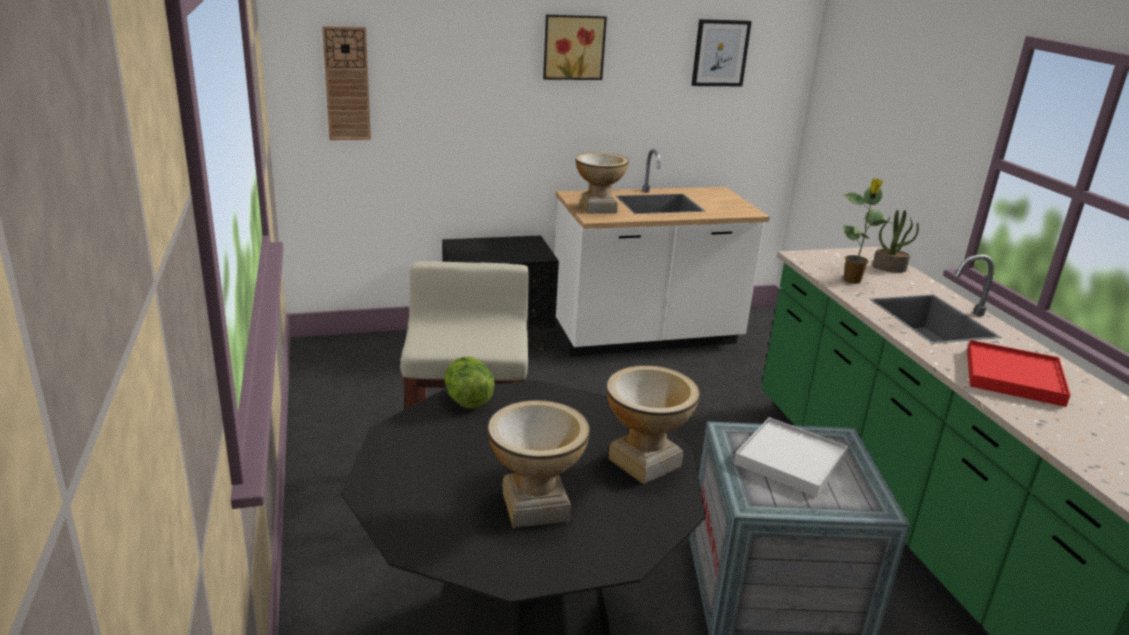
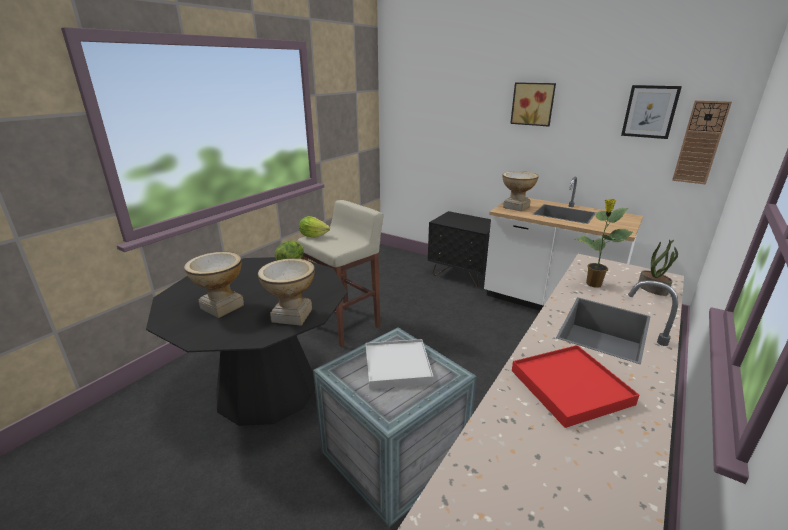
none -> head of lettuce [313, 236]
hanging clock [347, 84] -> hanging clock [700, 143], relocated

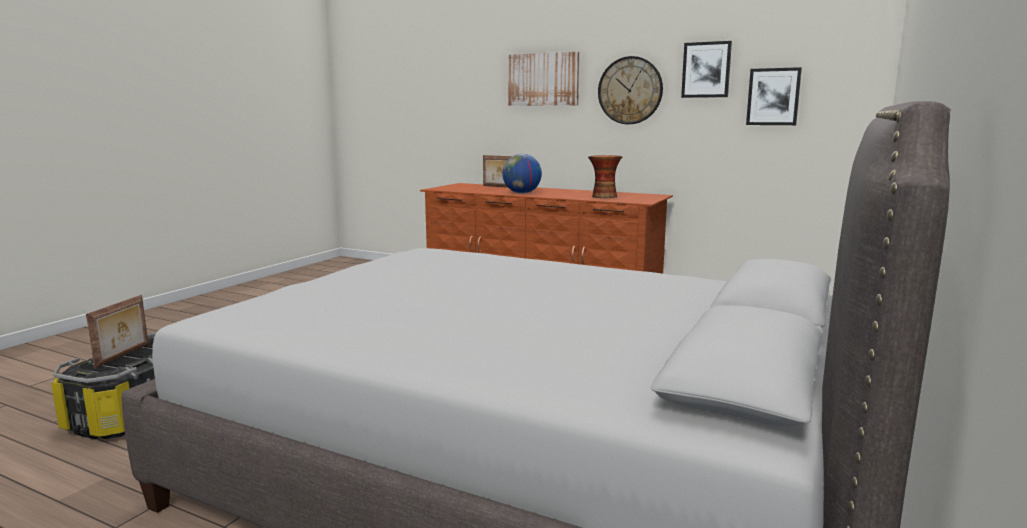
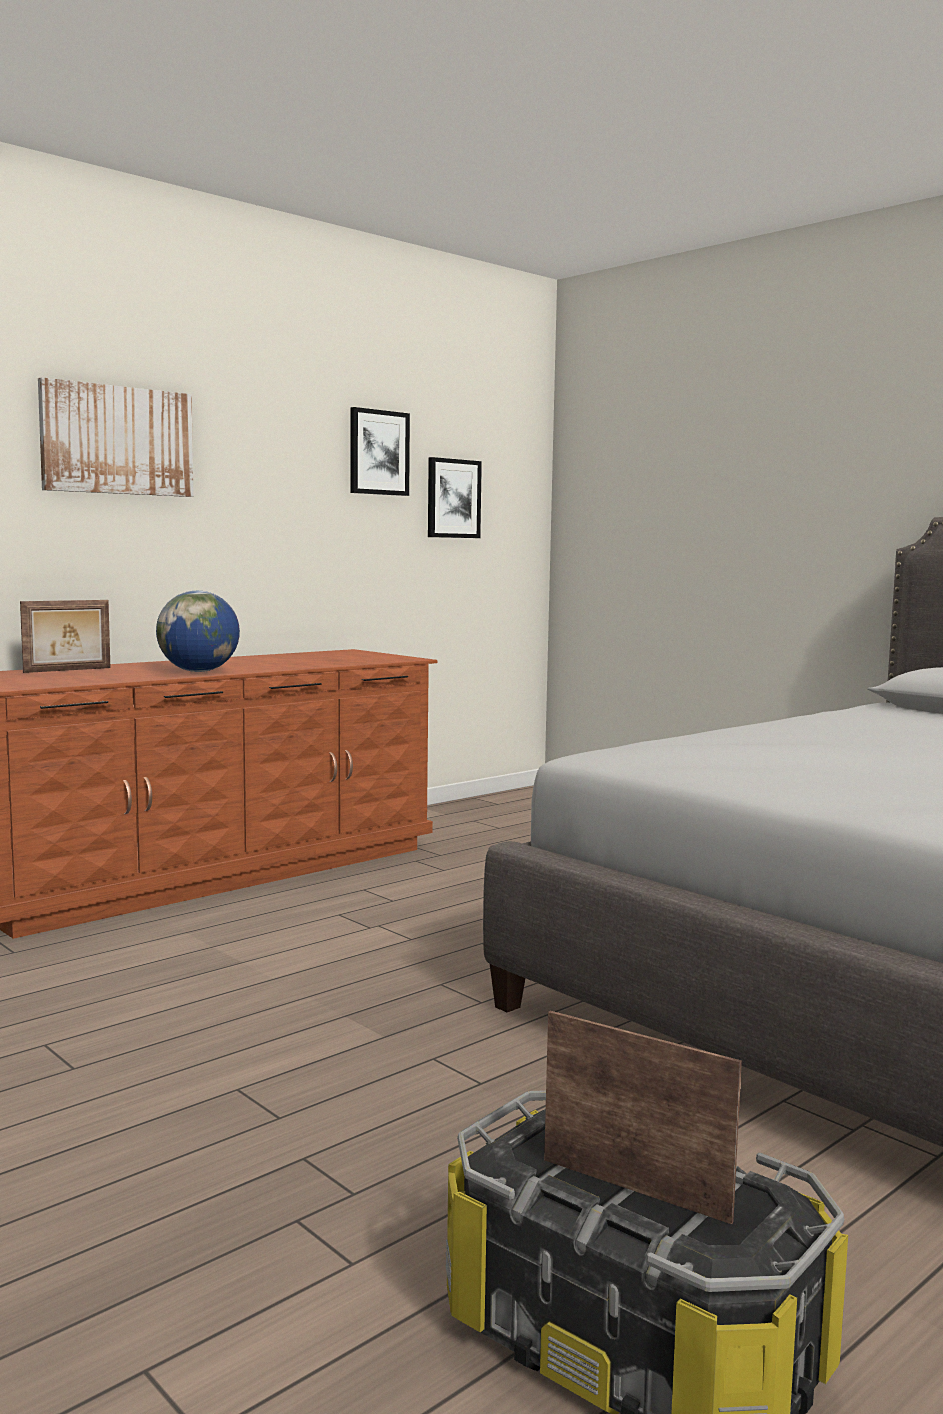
vase [603, 196] -> none
hanging clock [630, 90] -> none

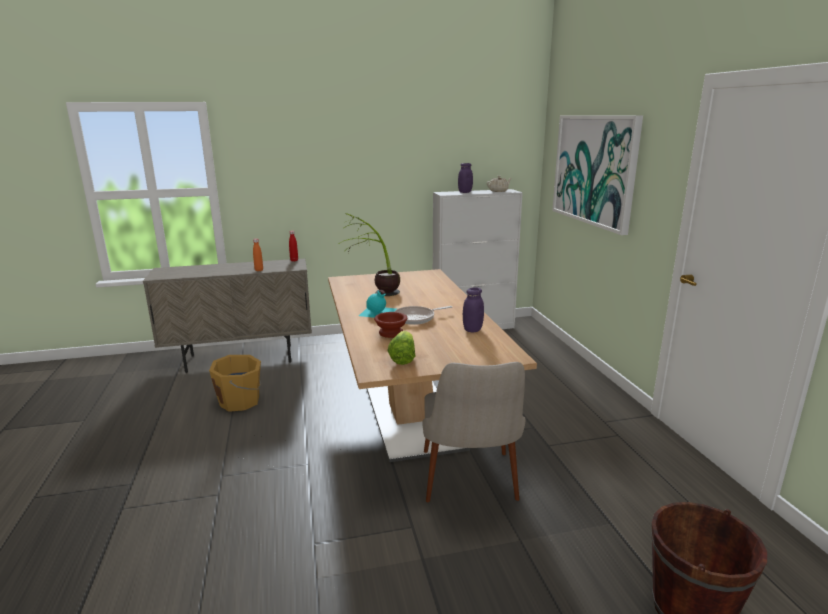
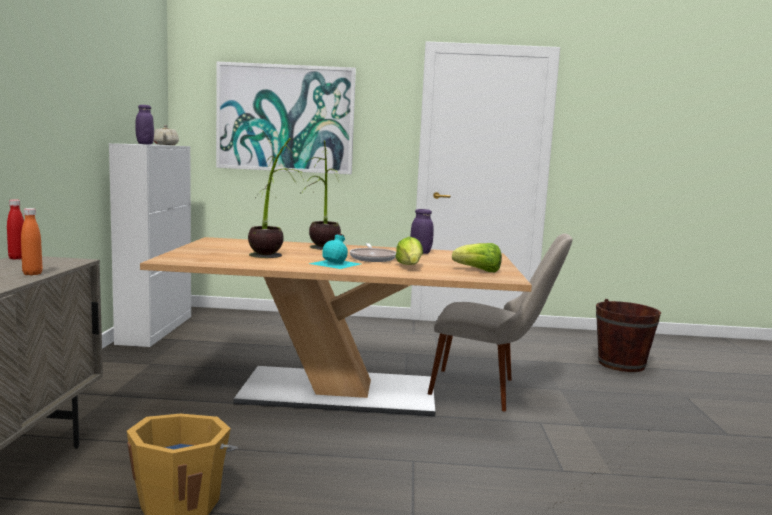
none -> potted plant [322, 250]
brown-coloured deep dish [392, 333] -> head of lettuce [409, 267]

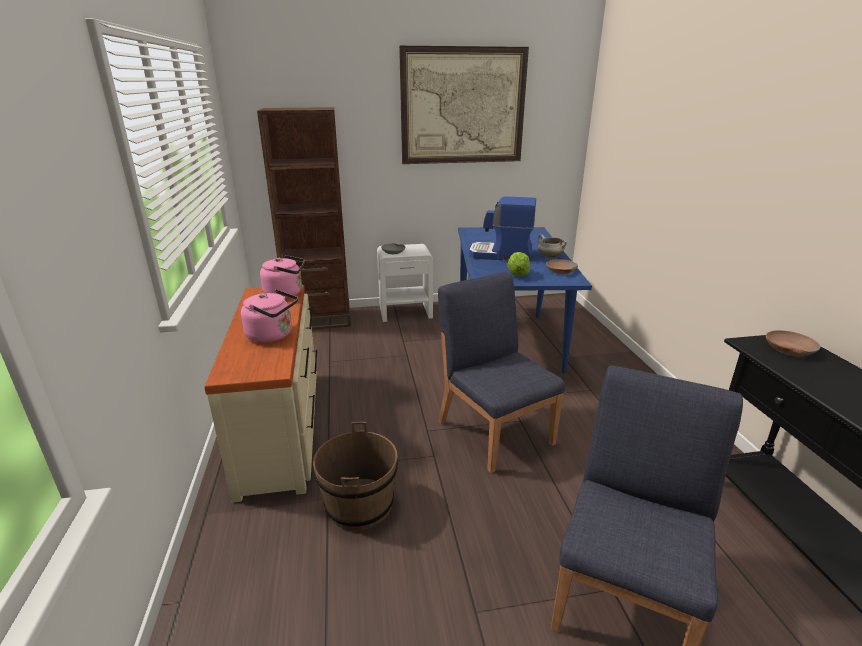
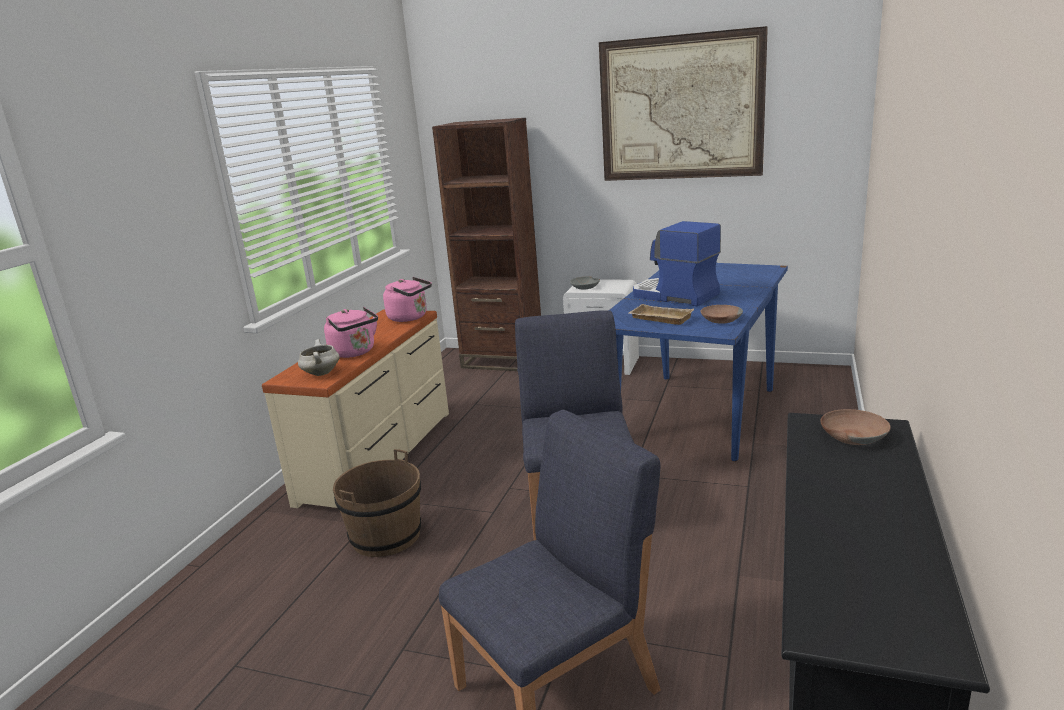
whitish stockpot [549, 257] -> whitish stockpot [320, 373], relocated
head of lettuce [517, 274] -> beige carrying tray [659, 319]

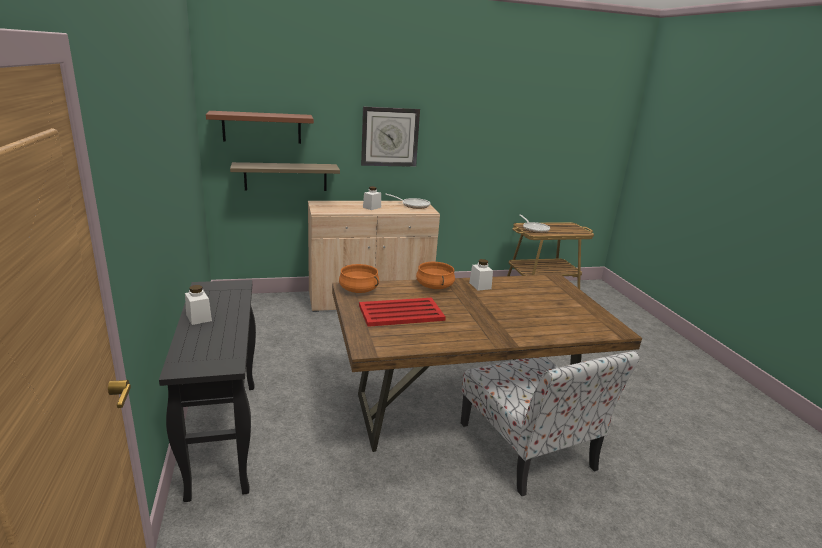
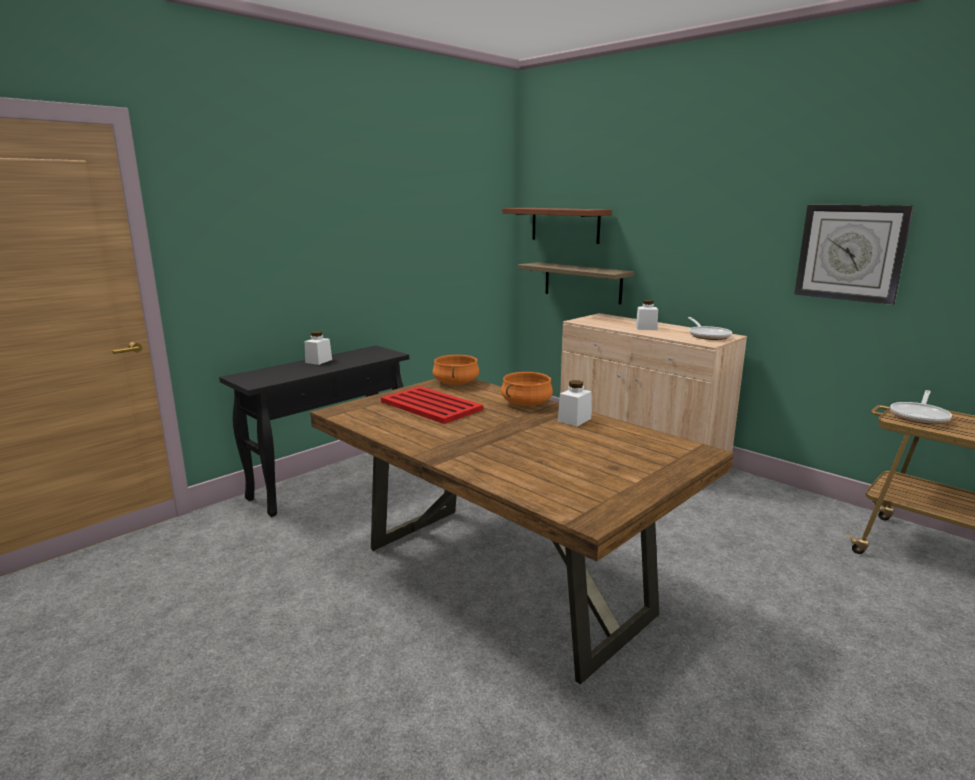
hanging clock [390, 137] -> hanging clock [850, 252], relocated
upright chair [528, 448] -> none

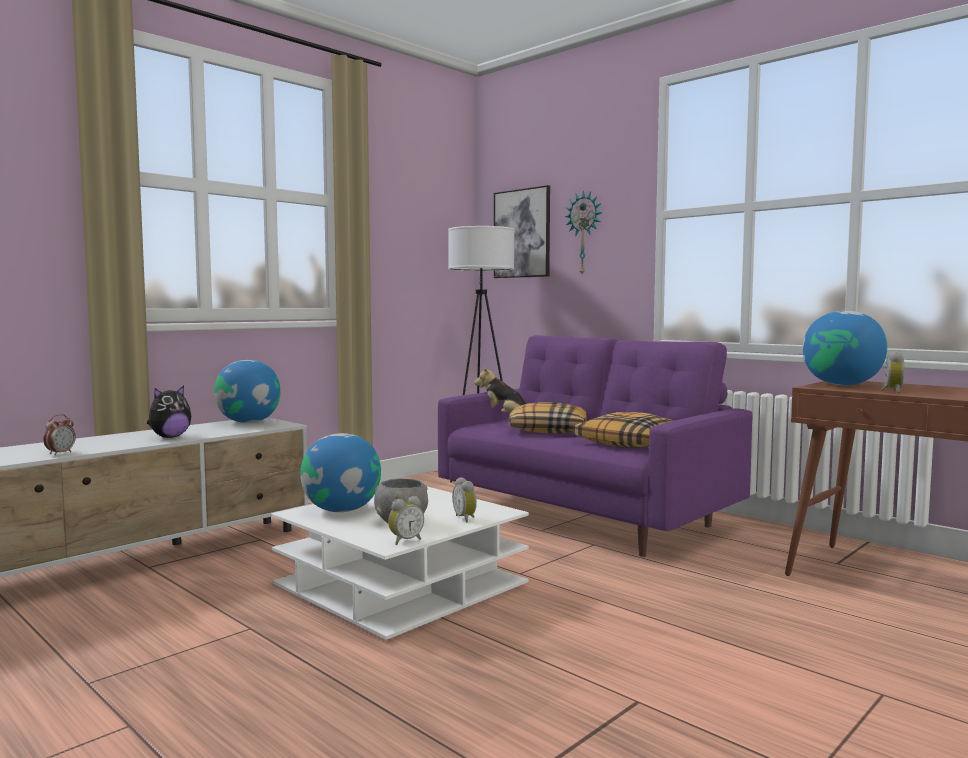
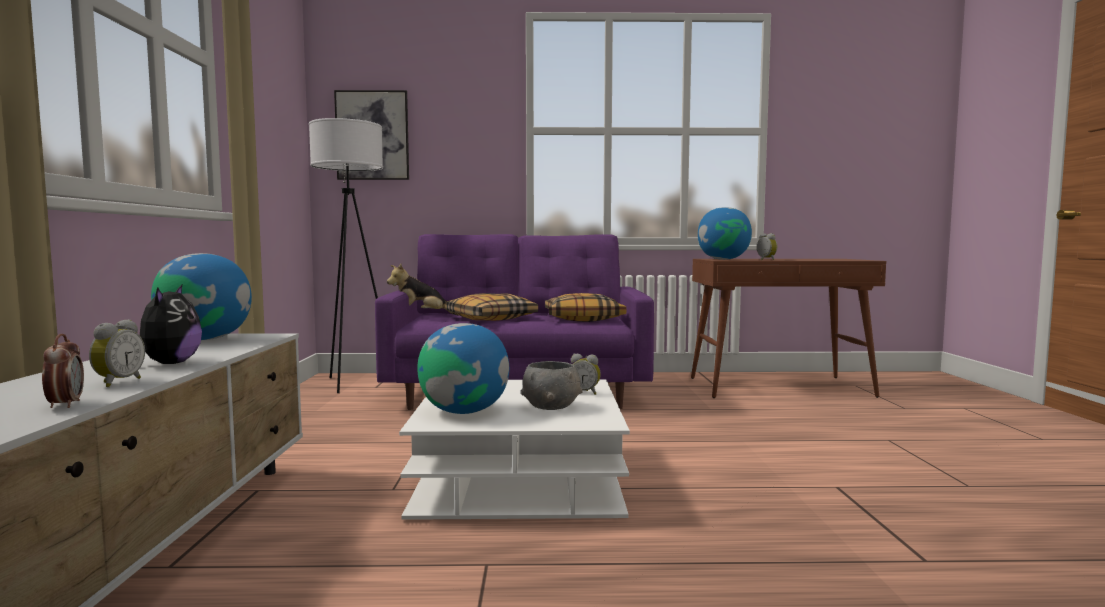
table clock [405, 541] -> table clock [117, 382], relocated
hanging clock [584, 233] -> none

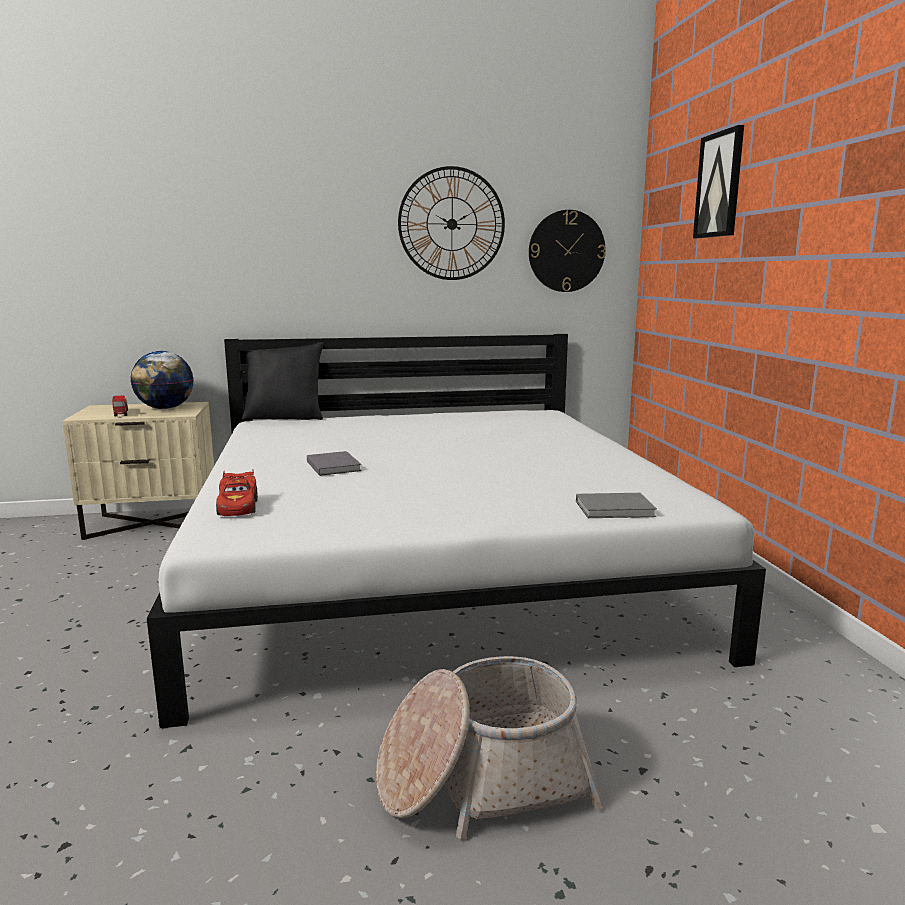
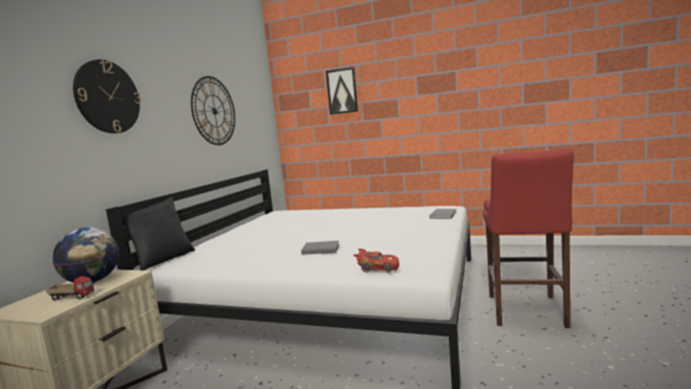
hanging clock [566, 251] -> hanging clock [107, 97], relocated
basket [481, 778] -> red stool [526, 312]

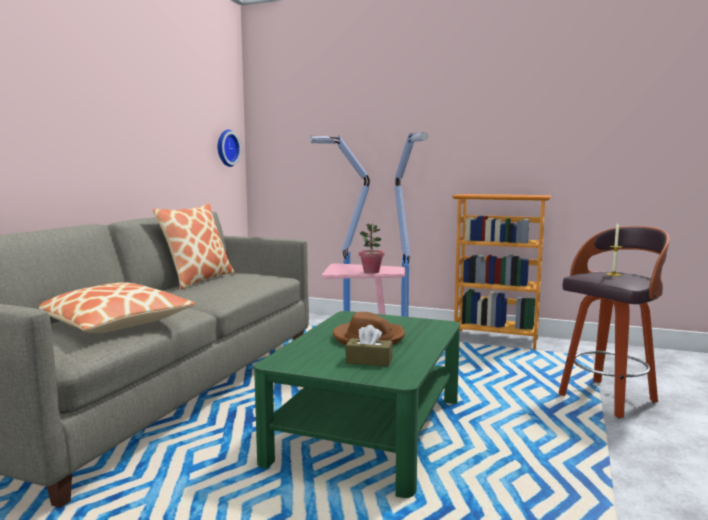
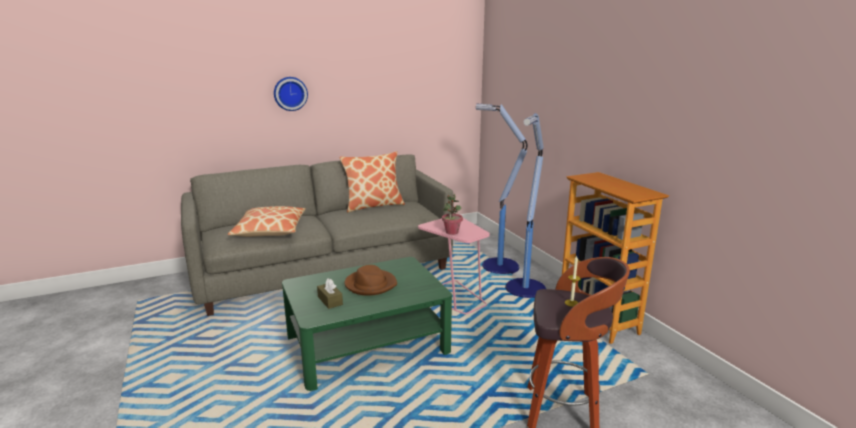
hanging clock [226, 148] -> hanging clock [290, 93], relocated

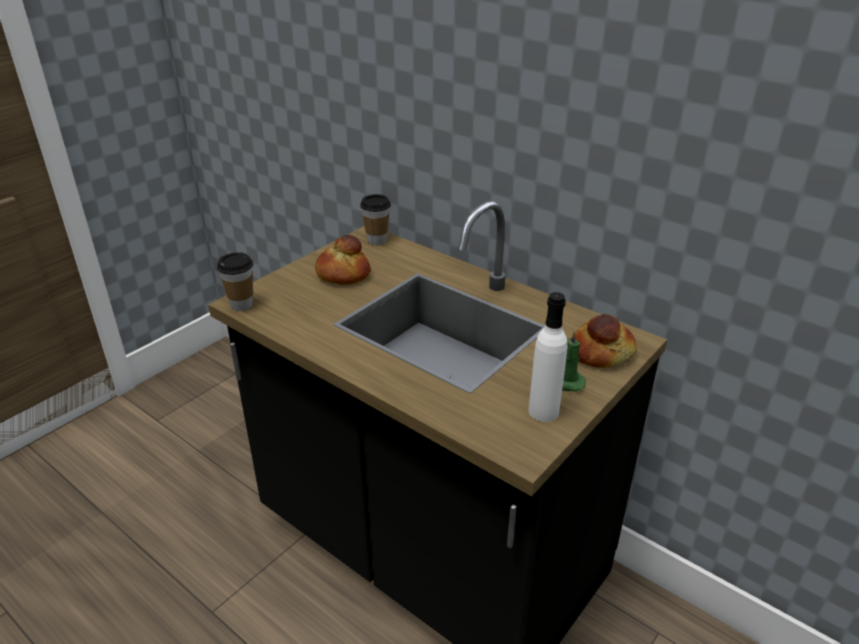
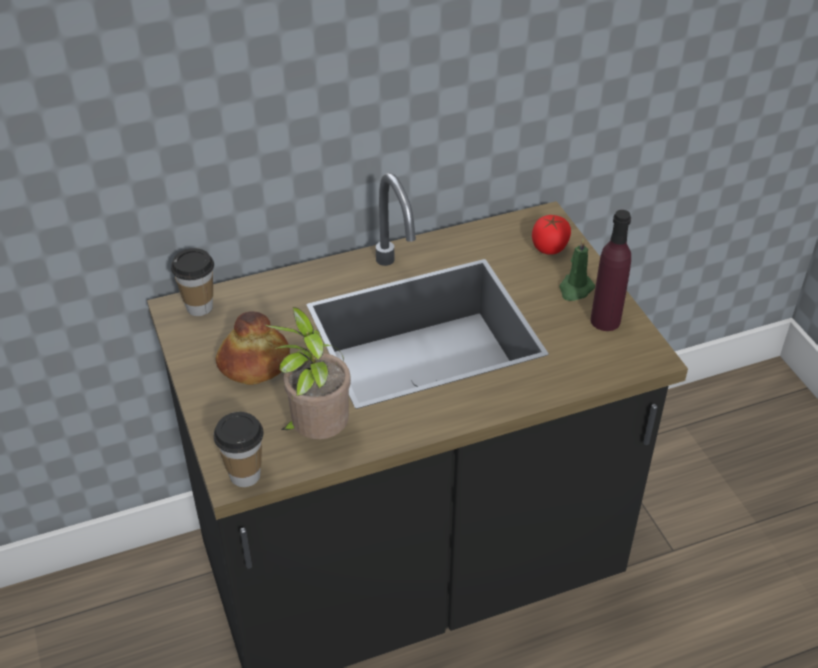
none -> potted plant [317, 433]
bread [601, 353] -> tomato [549, 247]
whitish beverage bottle [543, 411] -> purple beverage bottle [605, 320]

